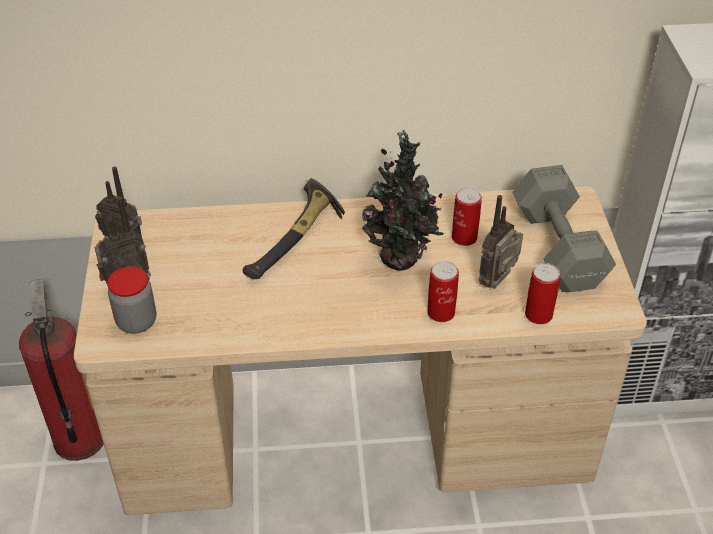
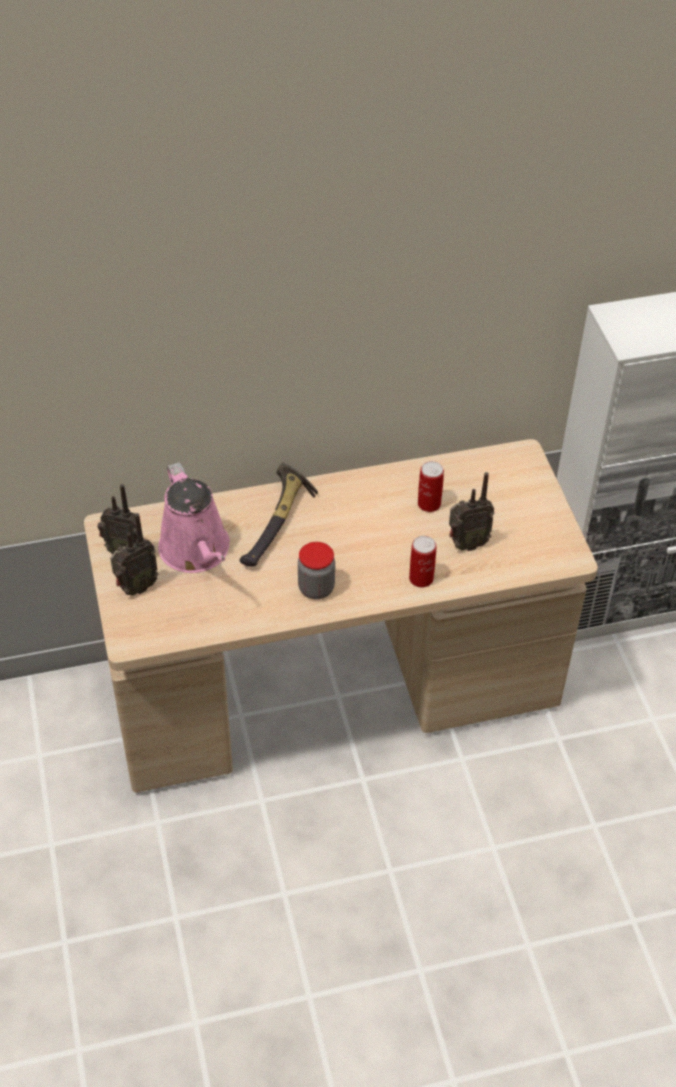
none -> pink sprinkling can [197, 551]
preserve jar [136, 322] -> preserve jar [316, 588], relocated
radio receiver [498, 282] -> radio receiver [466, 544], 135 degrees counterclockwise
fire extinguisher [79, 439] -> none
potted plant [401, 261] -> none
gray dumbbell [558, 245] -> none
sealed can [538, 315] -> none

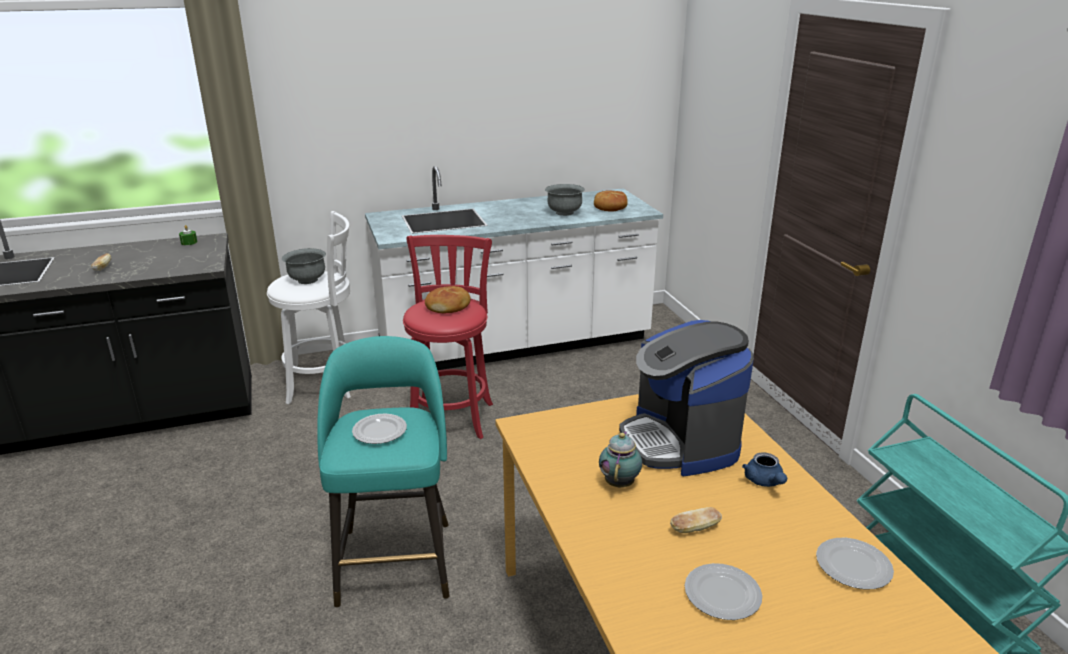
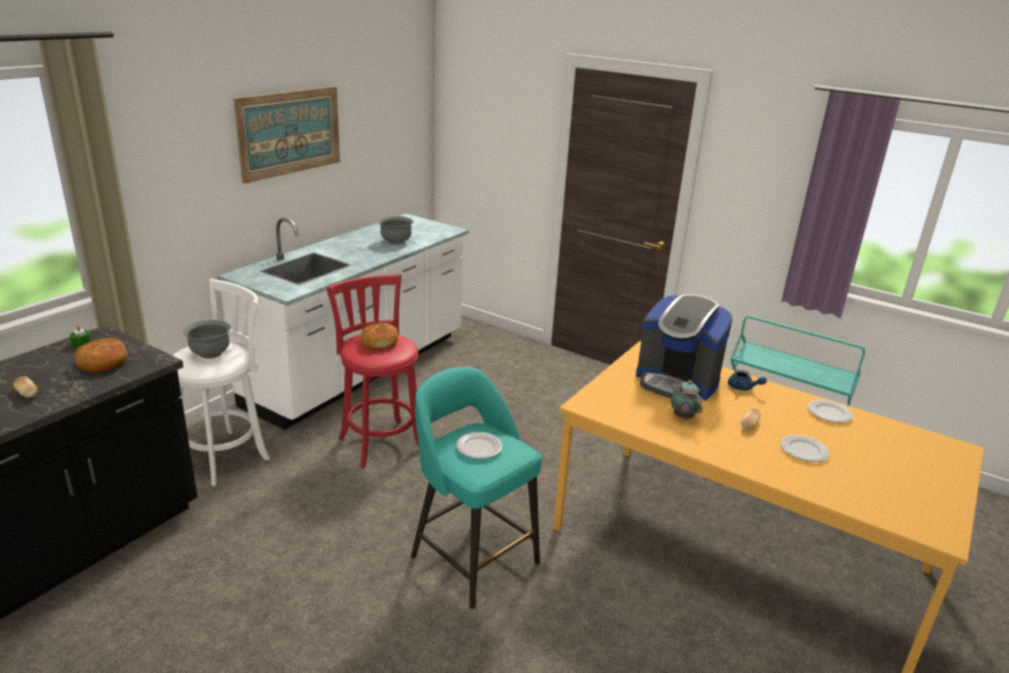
bread [610, 207] -> bread [102, 363], relocated
none -> wall art [290, 132]

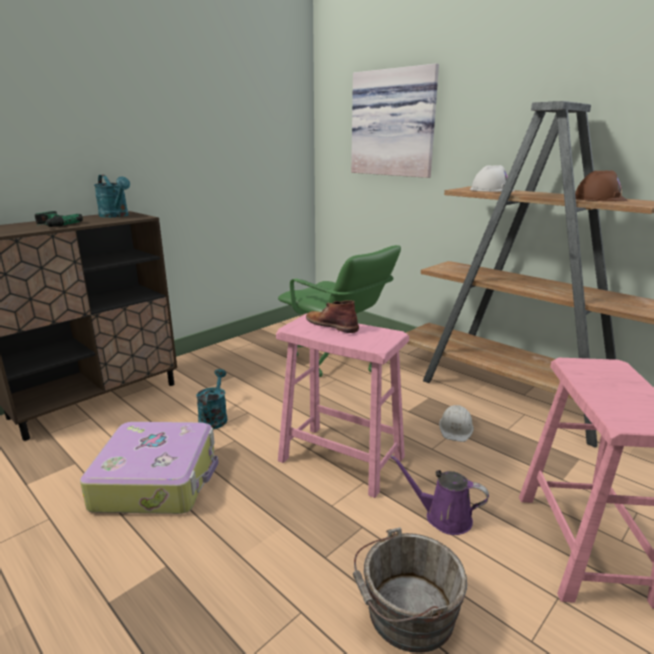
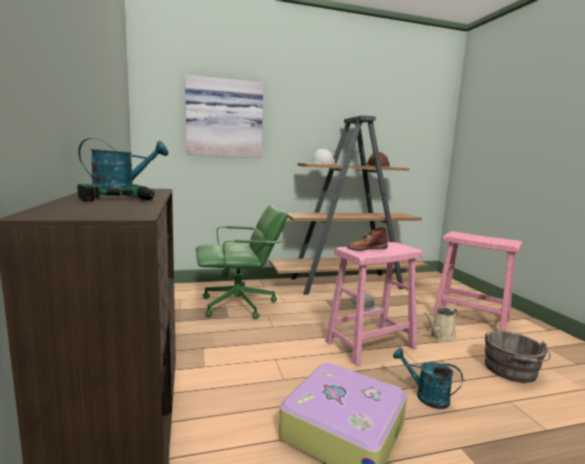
blue-green sprinkling can [214, 417] -> blue-green sprinkling can [426, 396], relocated
purple sprinkling can [443, 517] -> beige sprinkling can [441, 337]

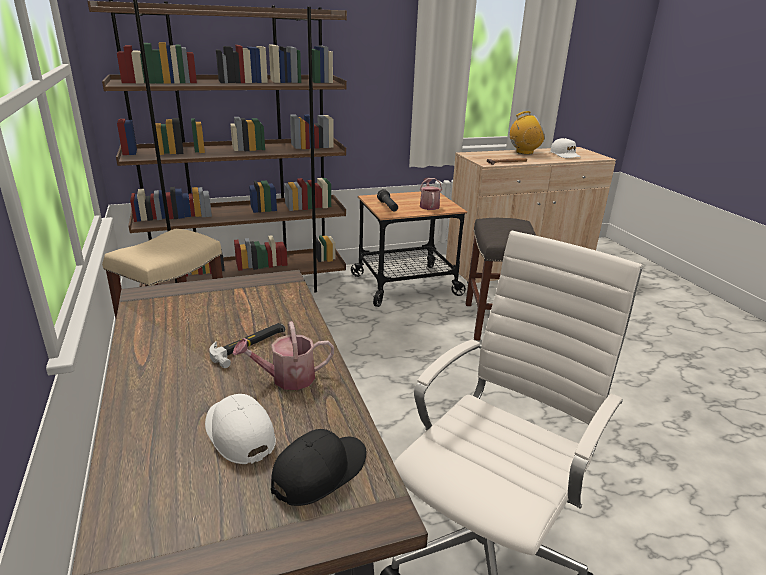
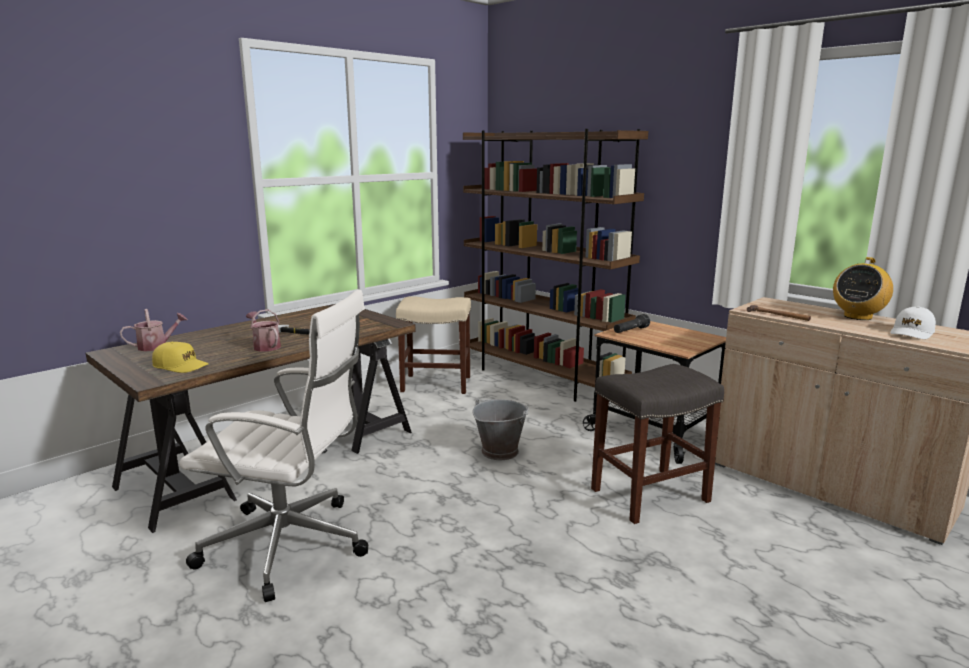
sprinkling can [429, 205] -> sprinkling can [157, 346], relocated
blackish baseball cap [320, 472] -> yellowish baseball cap [181, 366]
none -> gray pail [499, 451]
radio receiver [524, 152] -> radio receiver [857, 317], 75 degrees clockwise
whitish baseball cap [239, 434] -> none

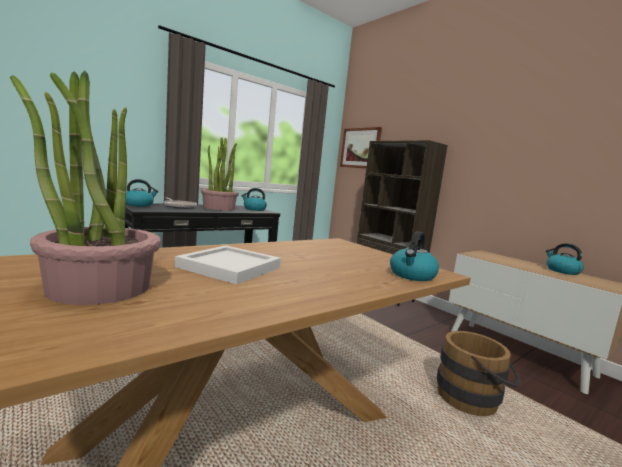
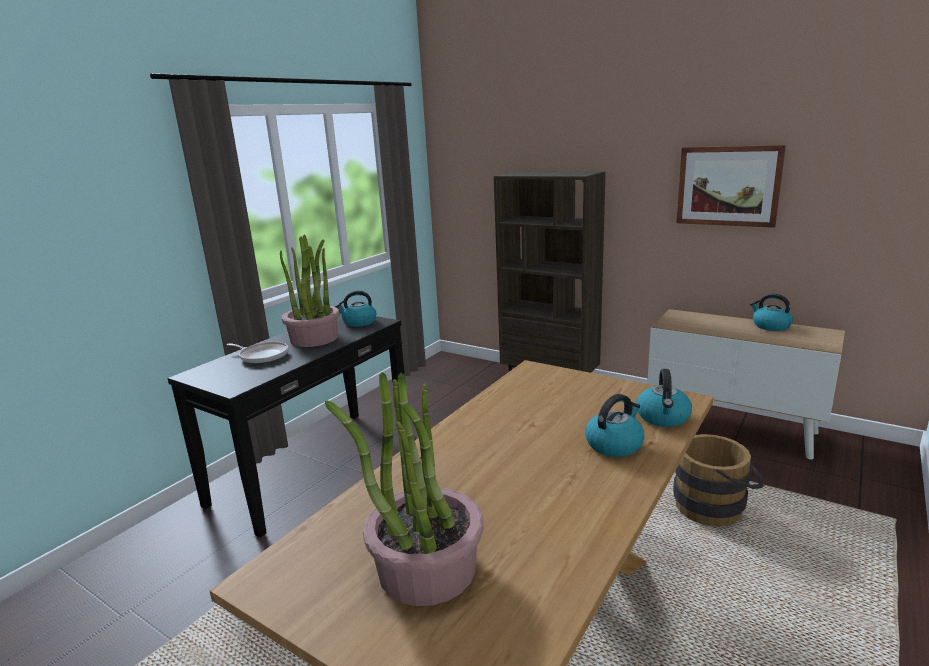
water kettle [139, 205] -> water kettle [614, 444], relocated
wall art [360, 148] -> wall art [728, 186], relocated
whitish carrying tray [230, 267] -> none

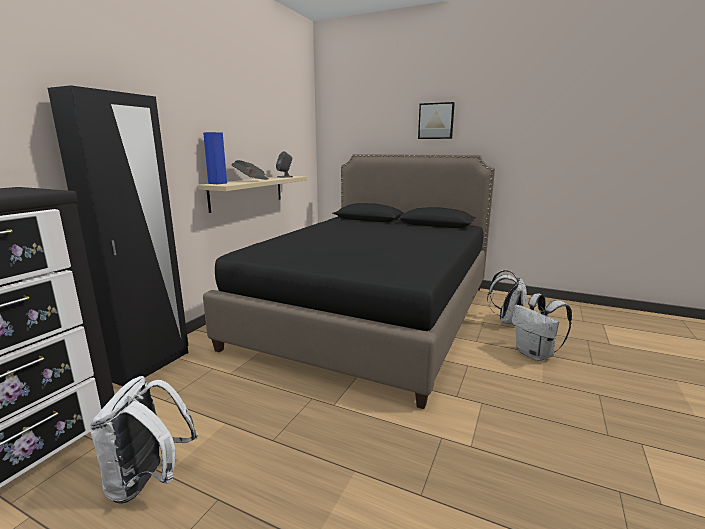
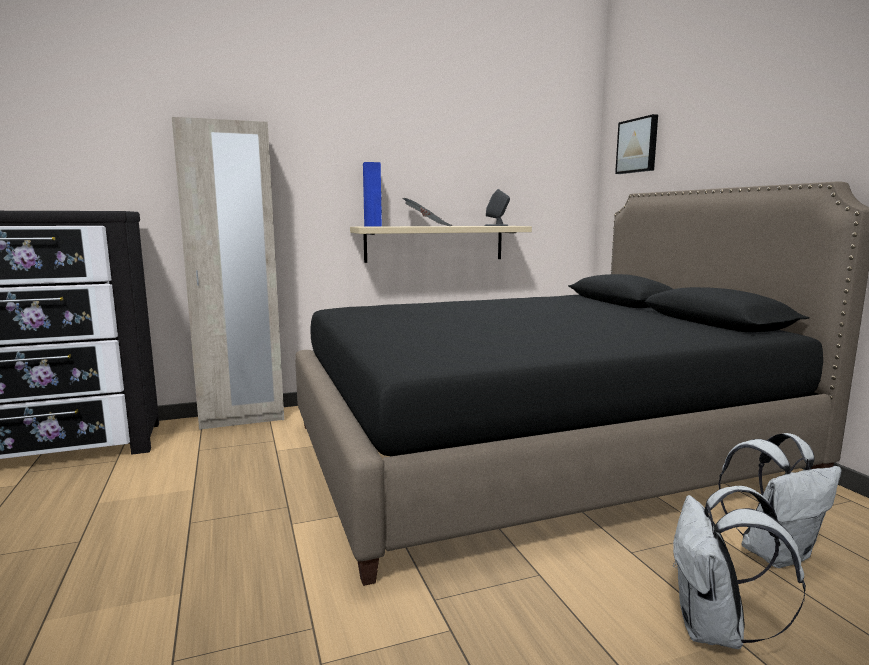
blackish clothes cupboard [151, 366] -> beige clothes cupboard [242, 419]
wall art [436, 121] -> wall art [638, 145], relocated
whitish backpack [149, 481] -> none

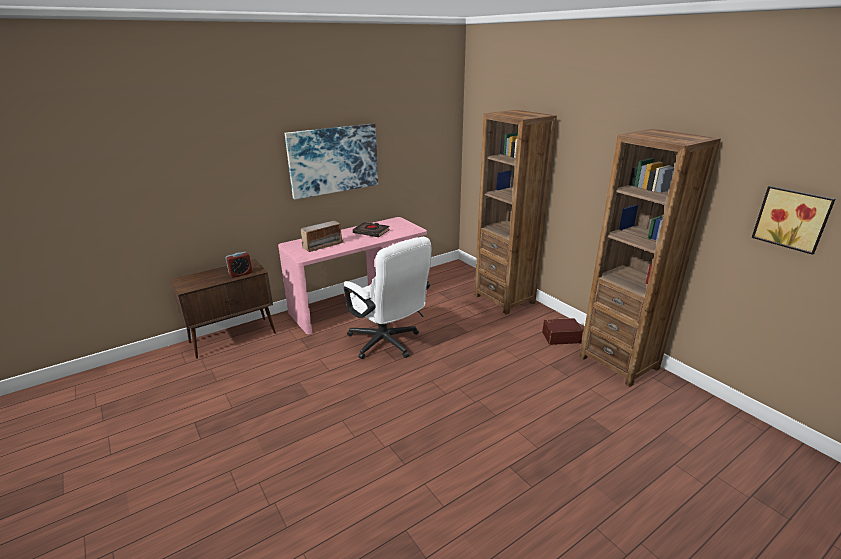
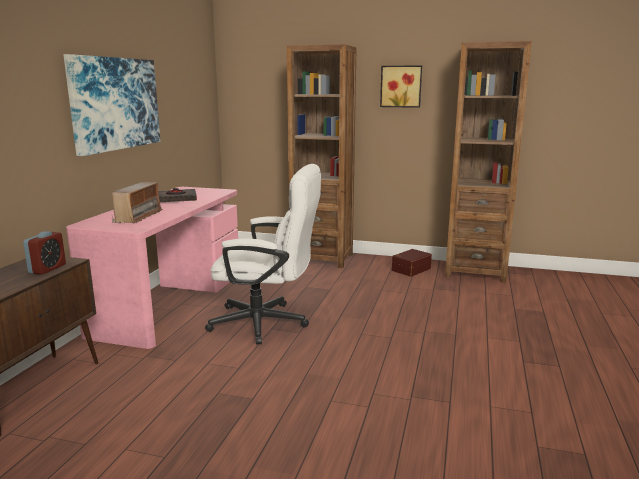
wall art [792, 218] -> wall art [401, 86], relocated

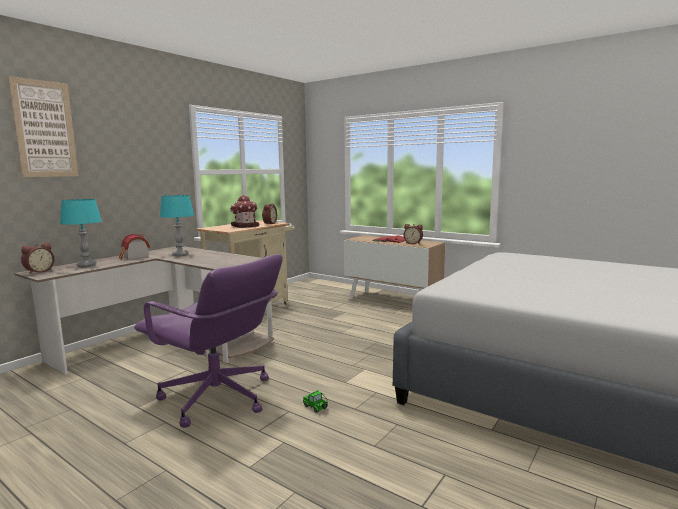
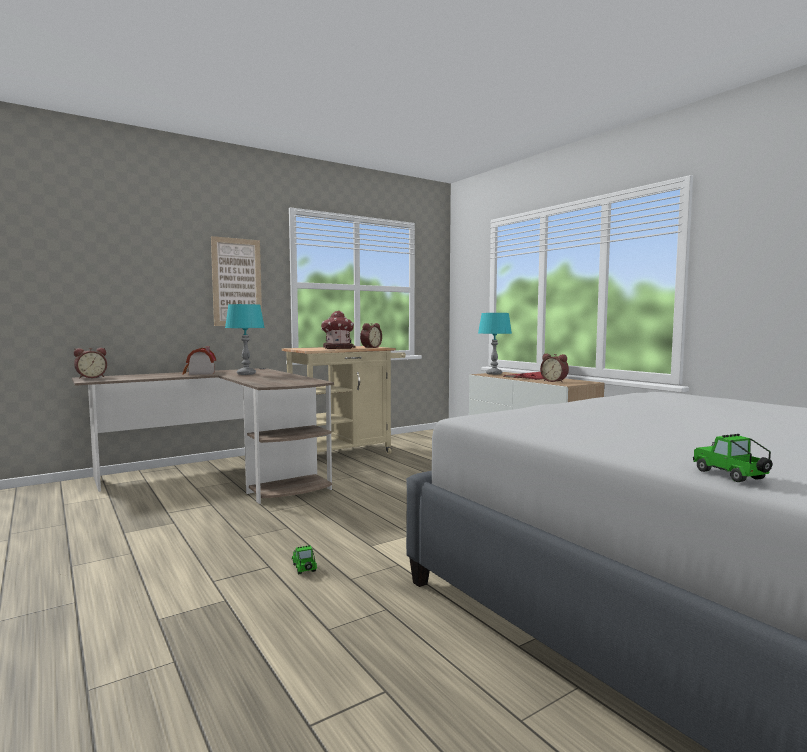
wall art [45, 129] -> wall art [237, 282], relocated
blue-green tabletop lamp [86, 265] -> blue-green tabletop lamp [493, 374], relocated
none -> miniature car [732, 476]
purple office chair [217, 398] -> none

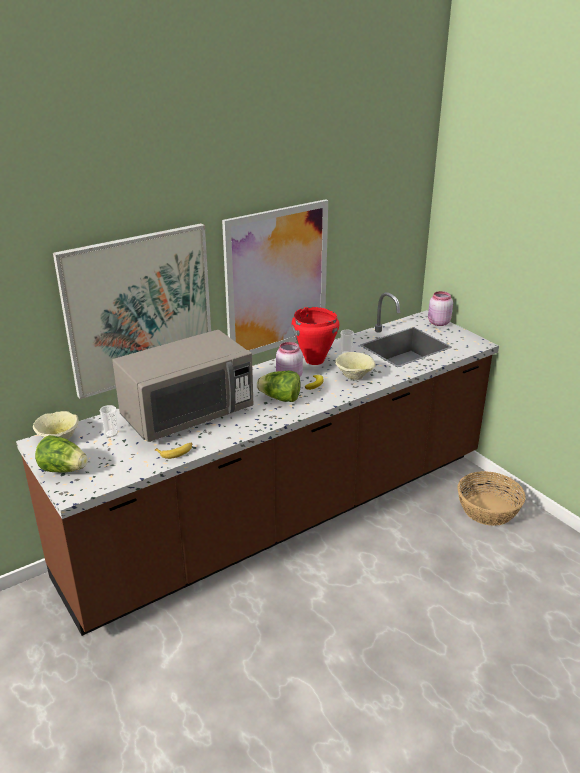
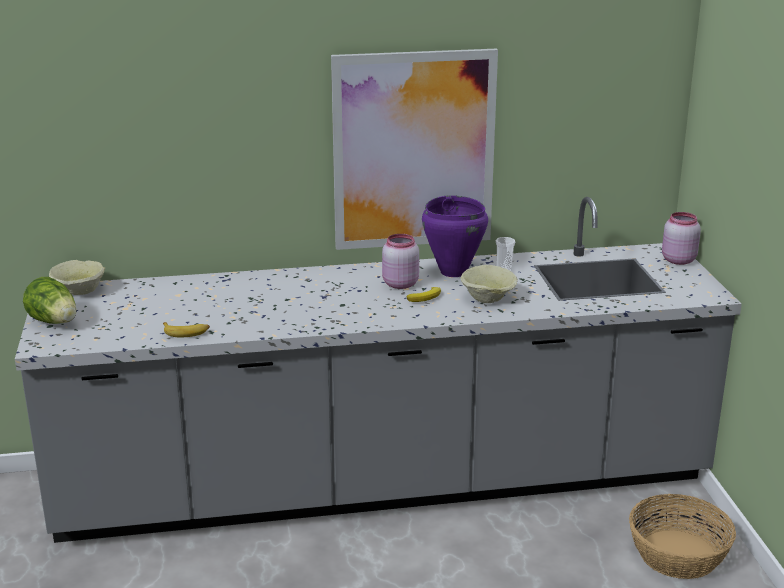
brown-coloured kitchen counter [290, 513] -> gray kitchen counter [392, 482]
red stockpot [314, 361] -> purple stockpot [453, 272]
wall art [139, 309] -> none
cup [111, 433] -> none
gray microwave oven [187, 415] -> none
head of lettuce [280, 398] -> none

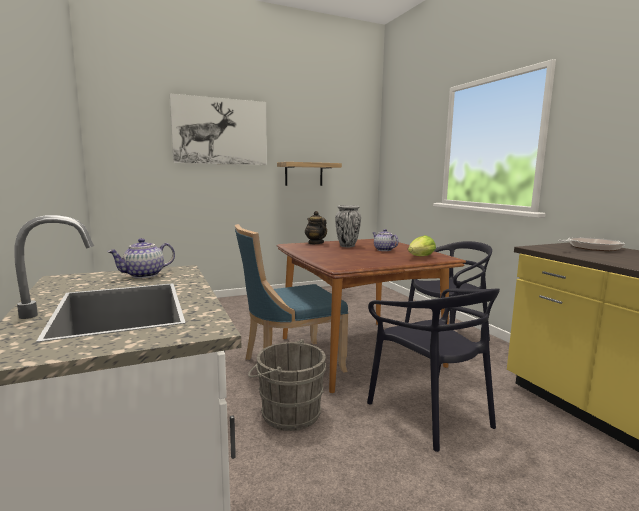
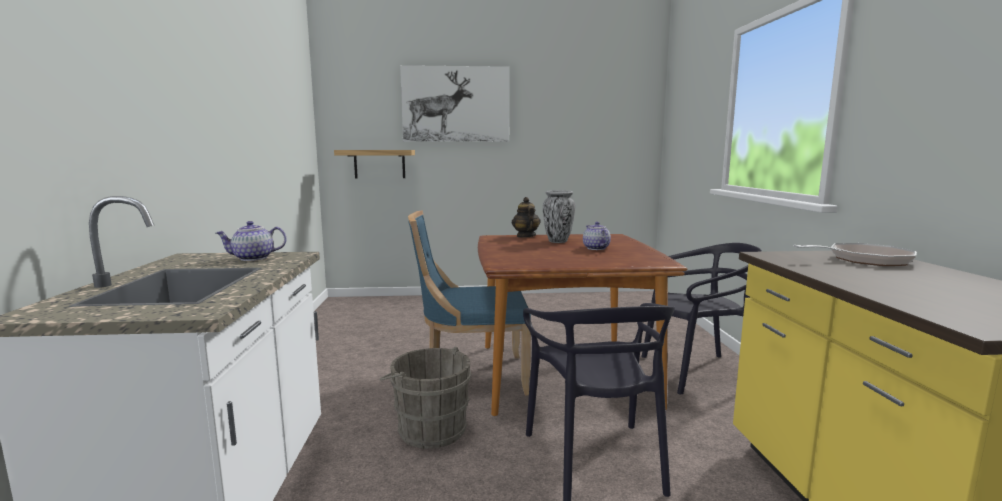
shelf [303, 174] -> shelf [379, 164], relocated
head of lettuce [420, 257] -> none

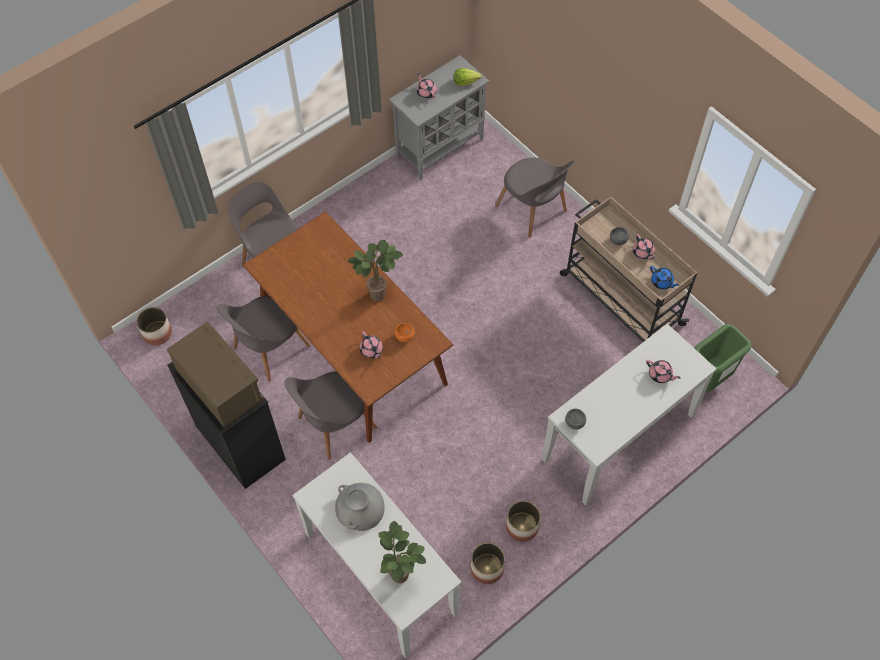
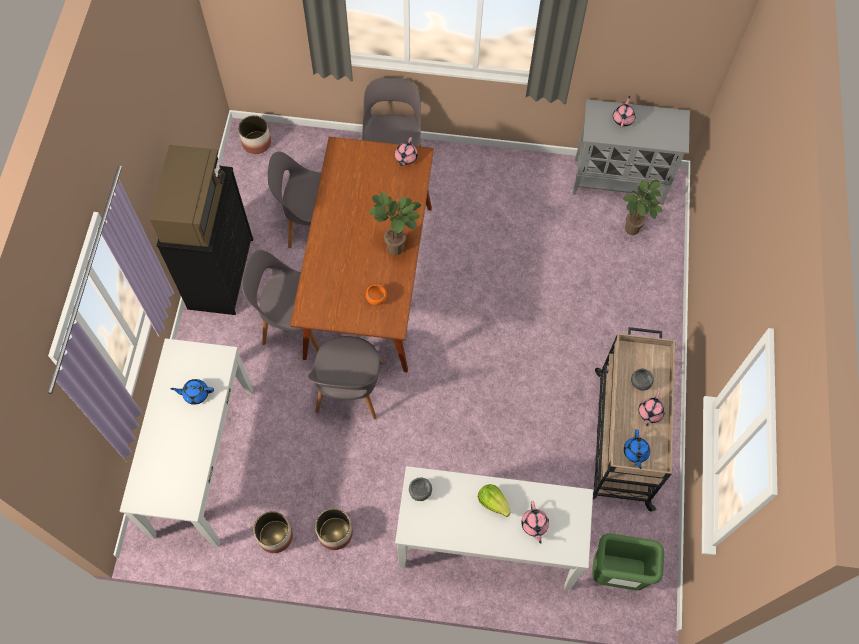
gray vase [359, 508] -> bluish teapot [195, 394]
gray upright chair [532, 210] -> gray upright chair [349, 391], relocated
pink teapot [371, 350] -> pink teapot [405, 158], relocated
head of lettuce [465, 81] -> head of lettuce [493, 502], relocated
potted plant [402, 576] -> potted plant [632, 231], relocated

